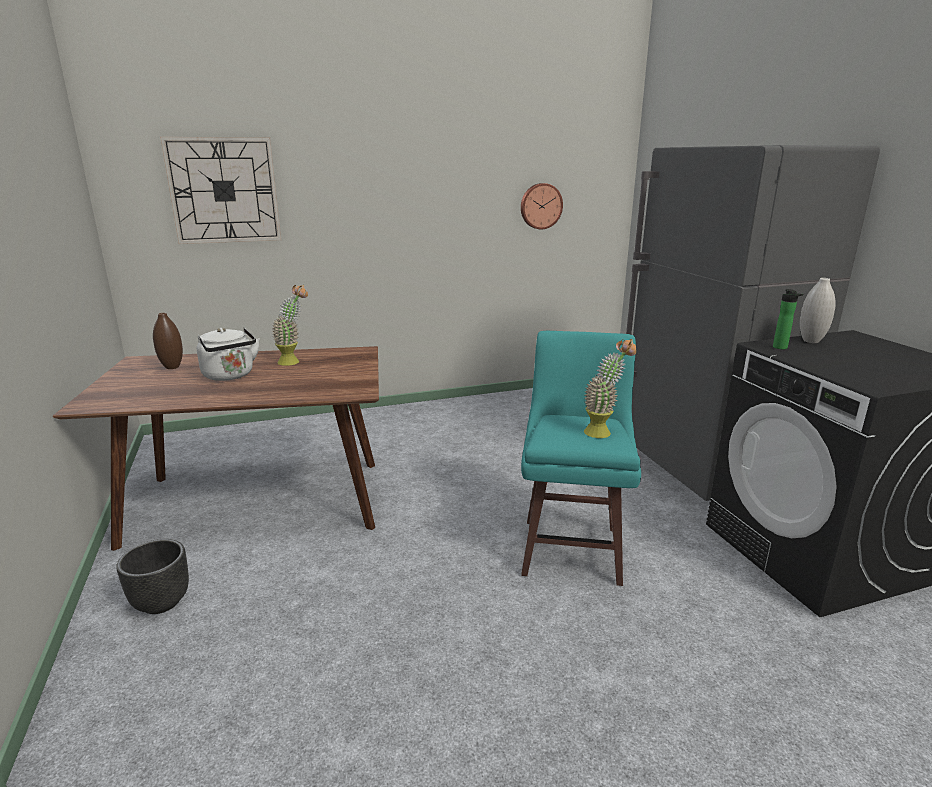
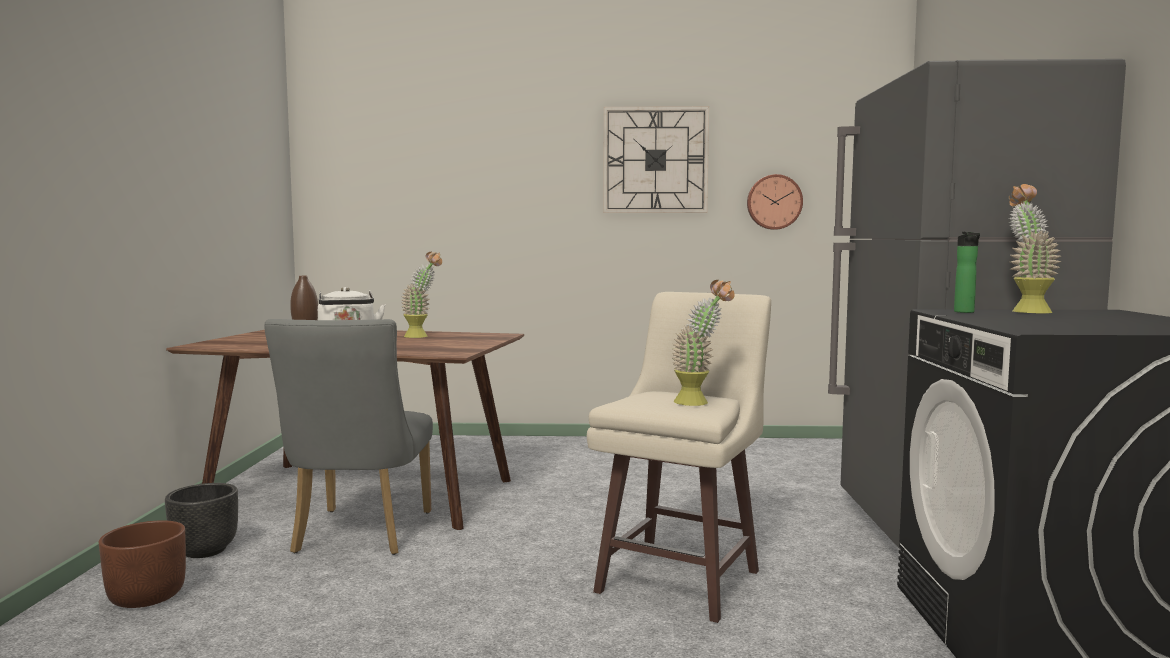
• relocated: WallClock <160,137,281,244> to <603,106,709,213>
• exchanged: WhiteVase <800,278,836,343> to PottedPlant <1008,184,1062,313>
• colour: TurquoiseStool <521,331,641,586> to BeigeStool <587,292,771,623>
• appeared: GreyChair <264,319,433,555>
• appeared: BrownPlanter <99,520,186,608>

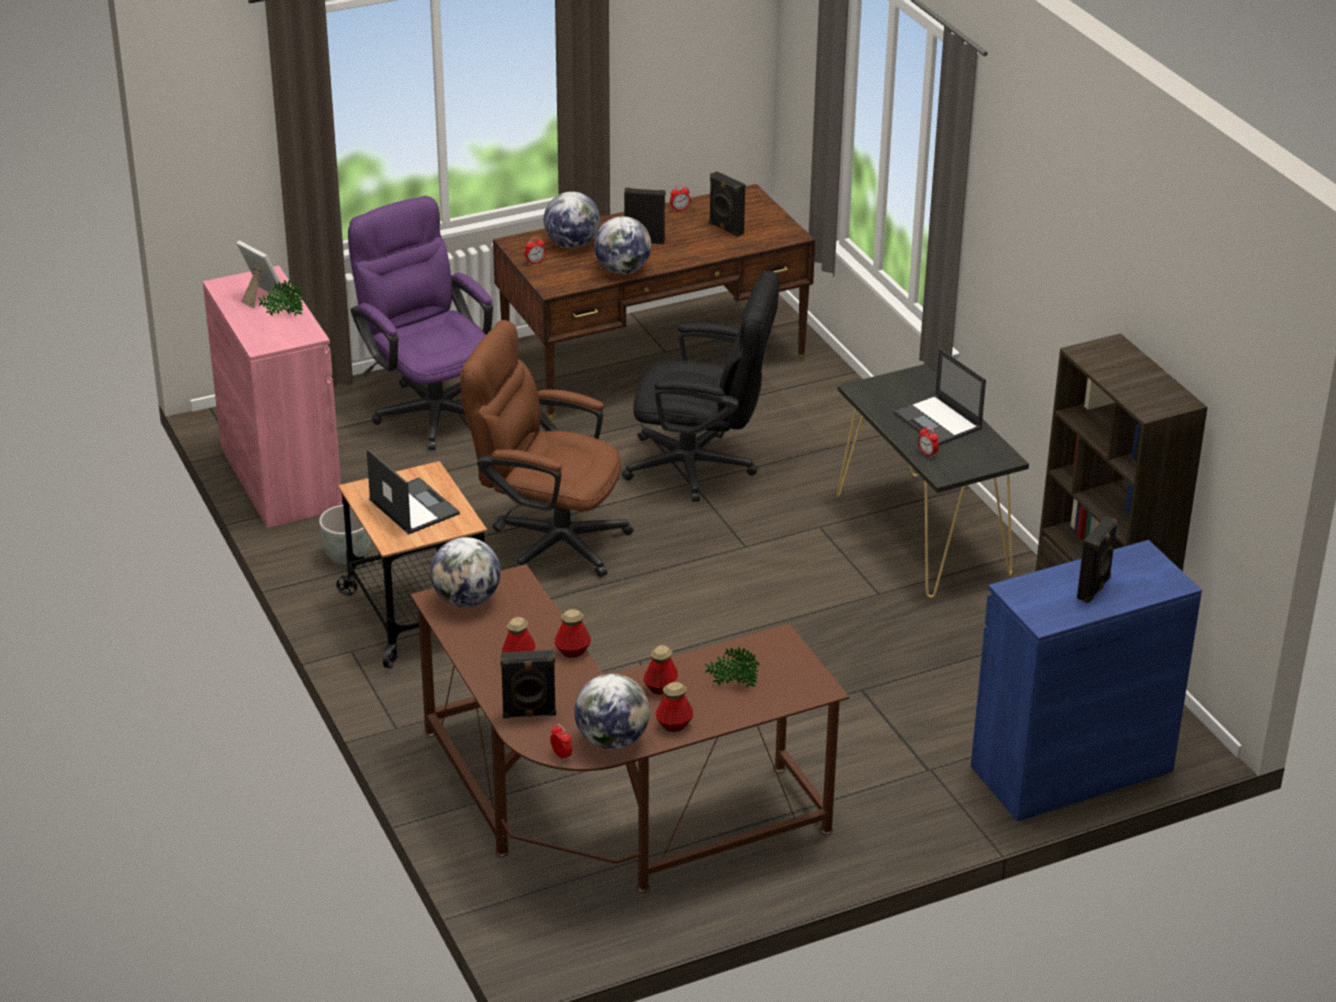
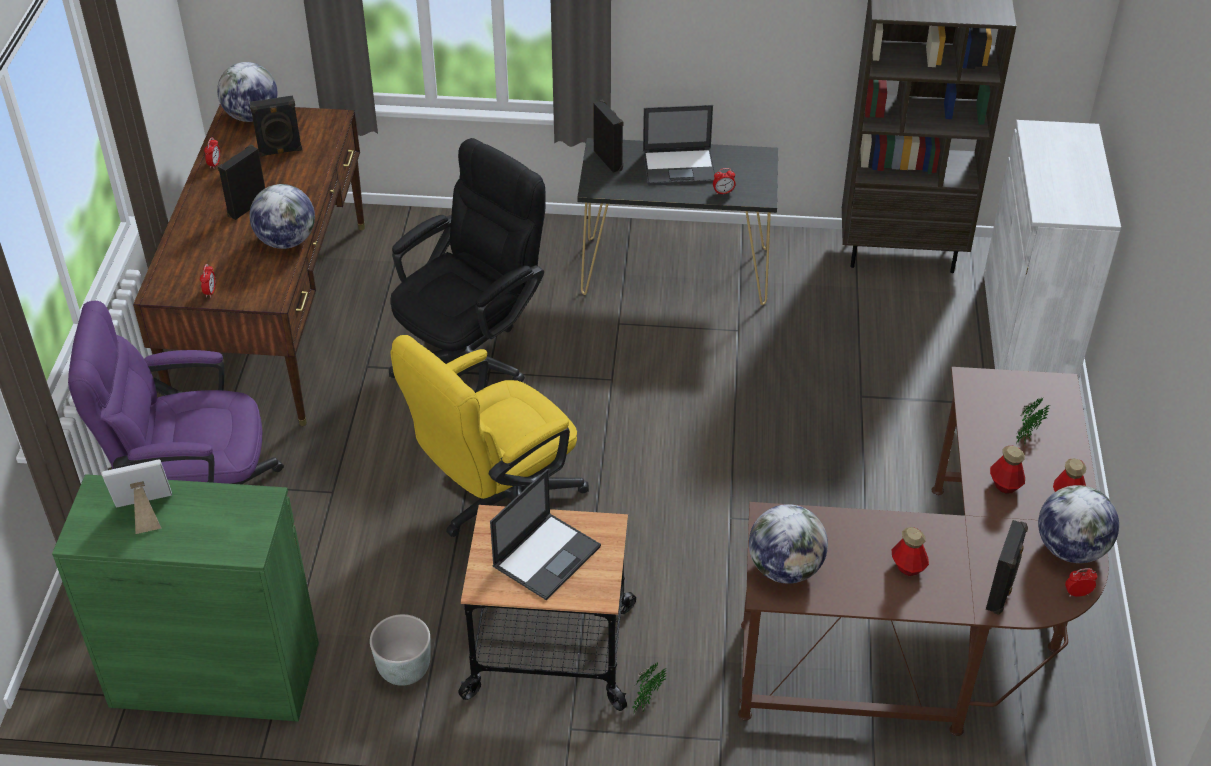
• relocated: Globe <544,191,600,248> to <217,62,277,122>
• colour: PinkCabinet <203,266,343,528> to GreenCabinet <52,474,319,722>
• relocated: PottedPlant <259,280,304,317> to <632,663,667,714>
• colour: BrownOfficeChair <460,320,633,577> to YellowOfficeChair <390,335,589,537>
• spun: Laptop <366,448,460,534> = <490,469,601,601> 135 degrees clockwise
• relocated: BlackSpeaker <1077,516,1118,603> to <593,100,624,173>
• colour: BlueCabinet <971,540,1202,822> to WhiteCabinet <984,120,1121,379>
• missing: Bottle <555,609,591,658>

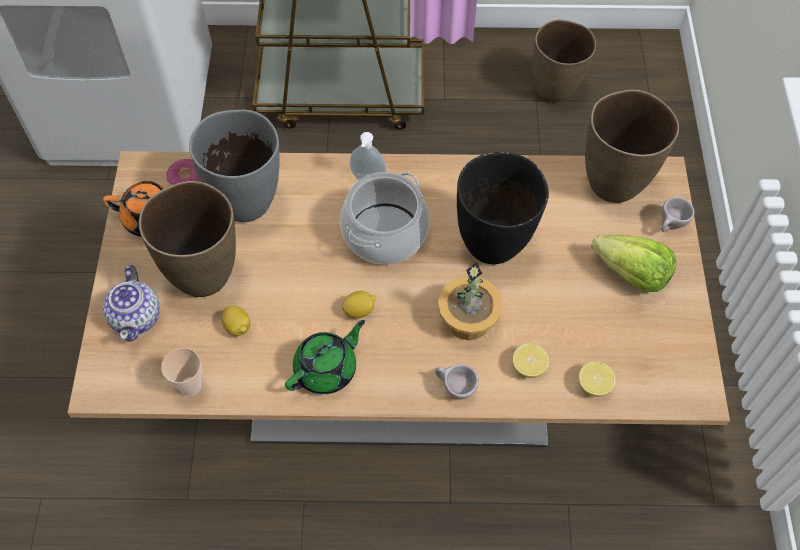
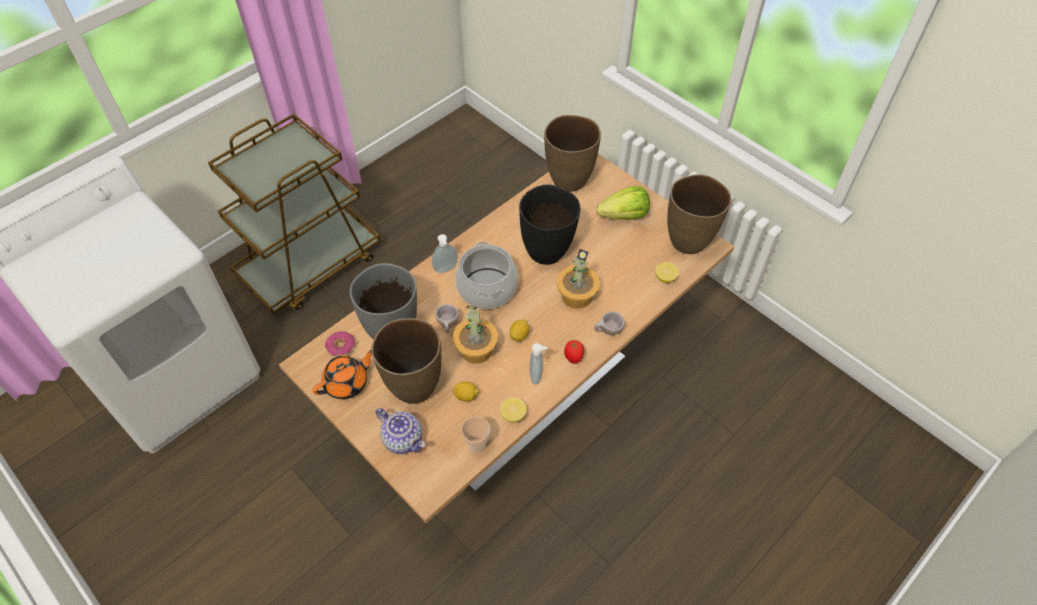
• relocated: BrownVase <533,19,596,102> to <667,174,732,254>
• relocated: BeigeCup <661,196,694,232> to <435,304,459,333>
• exchanged: GreenTeapot <285,320,365,394> to SoapDispenser <529,343,547,385>
• relocated: Lemon <513,343,549,378> to <500,398,526,422>
• appeared: PottedPlant <453,306,498,364>
• appeared: Tomato <564,340,584,364>

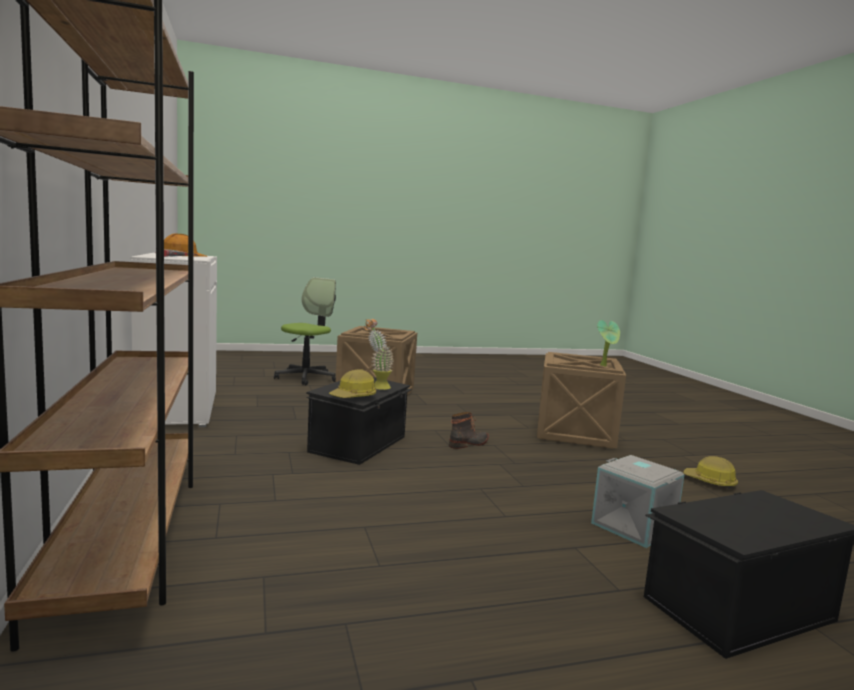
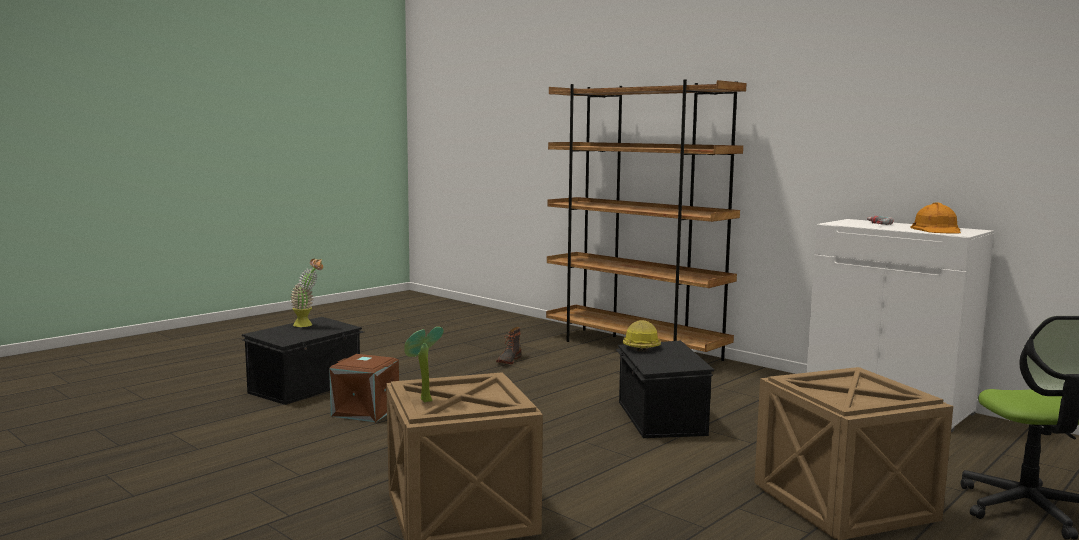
• relocated: PottedPlant <364,319,394,390> to <291,259,323,327>
• relocated: Boot <449,412,489,449> to <496,327,521,364>
• colour: GreyStorageBox <591,455,684,548> to BrownStorageBox <329,354,399,422>
• missing: HardHat <684,456,738,489>

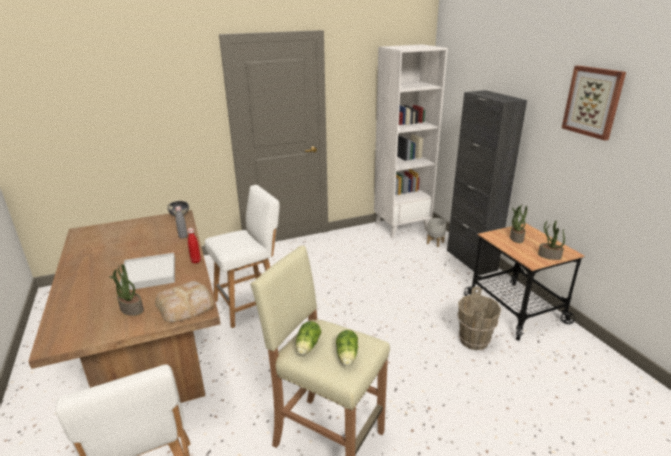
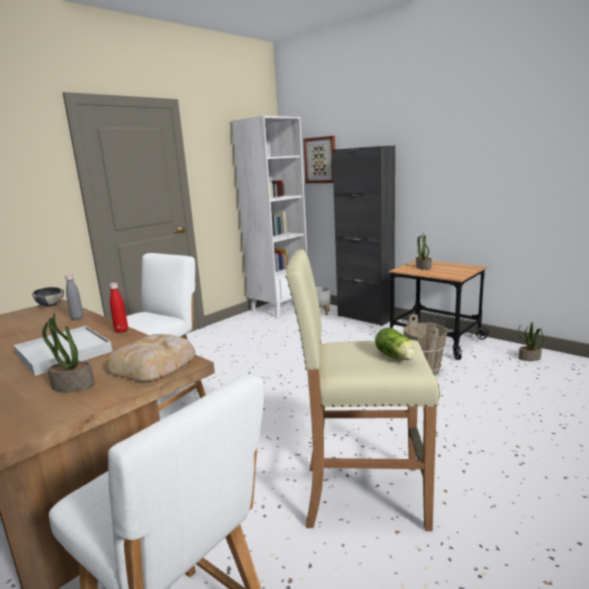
• relocated: Picture <562,65,626,141> to <303,136,335,183>
• relocated: PottedPlant <538,220,565,260> to <518,322,545,361>
• missing: Lettuce <296,321,321,355>

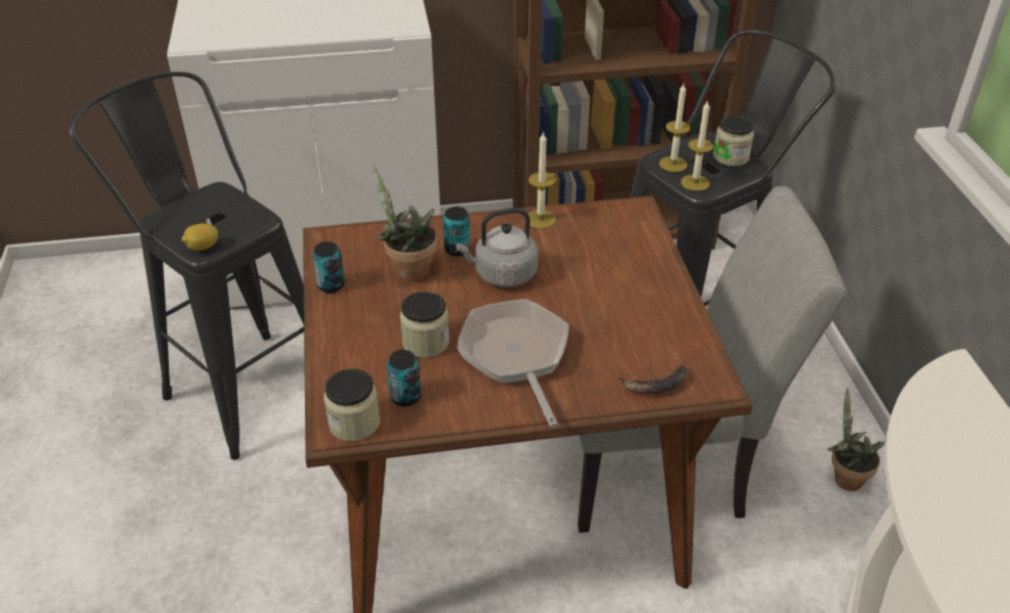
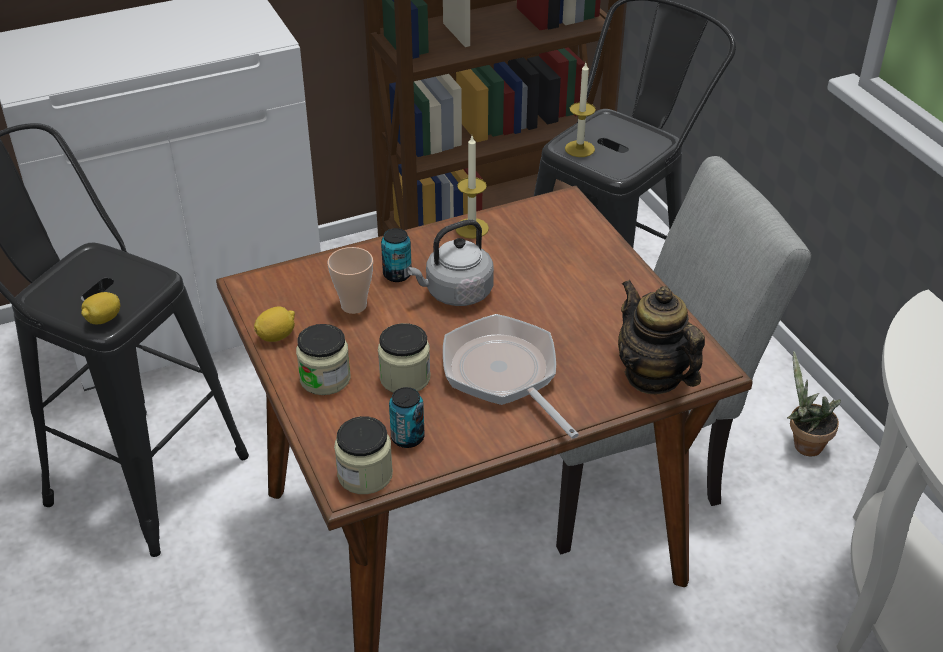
• missing: Candle <681,100,714,191>
• relocated: Jar <713,116,754,166> to <296,324,351,395>
• exchanged: PottedPlant <373,164,437,282> to Cup <328,247,373,314>
• exchanged: Can <312,242,345,293> to Lemon <254,306,295,342>
• exchanged: Banana <616,364,688,394> to Teapot <618,280,705,394>

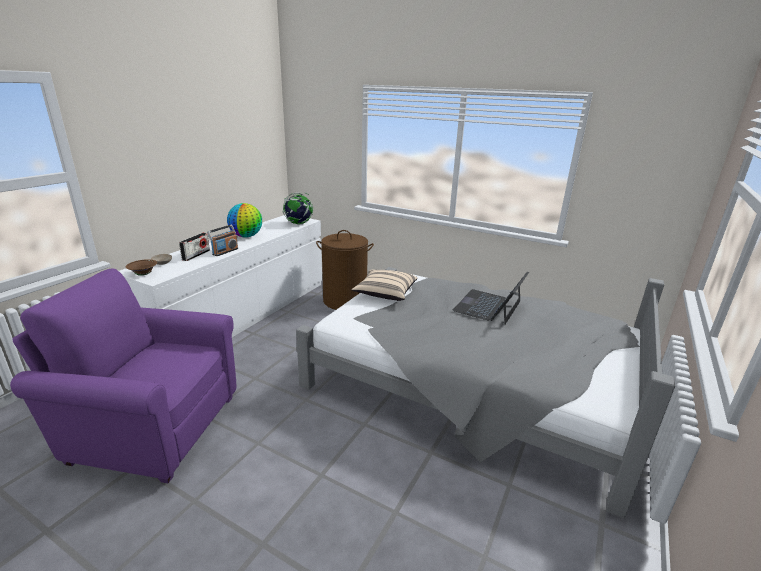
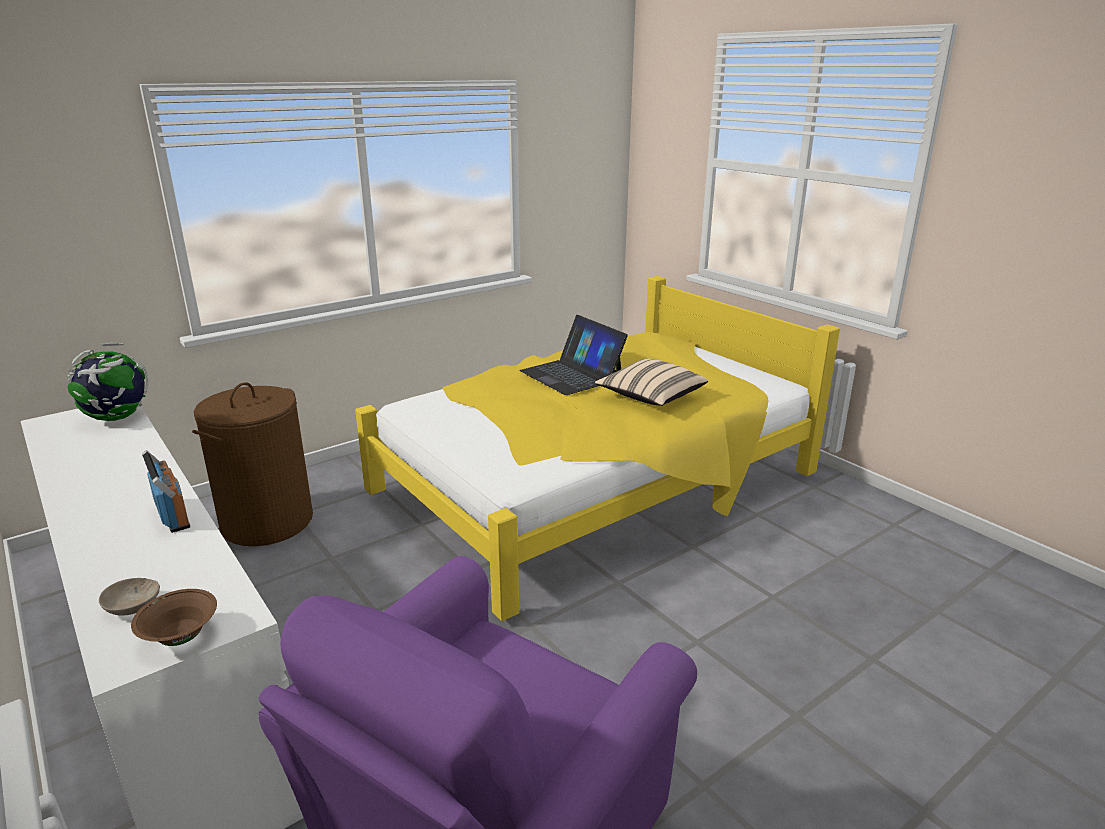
• missing: Globe <227,203,262,238>
• missing: Radio <179,233,210,261>
• colour: GreyBed <296,267,675,518> to YellowBed <355,276,840,621>
• relocated: BeigePillow <351,270,418,301> to <595,359,708,406>

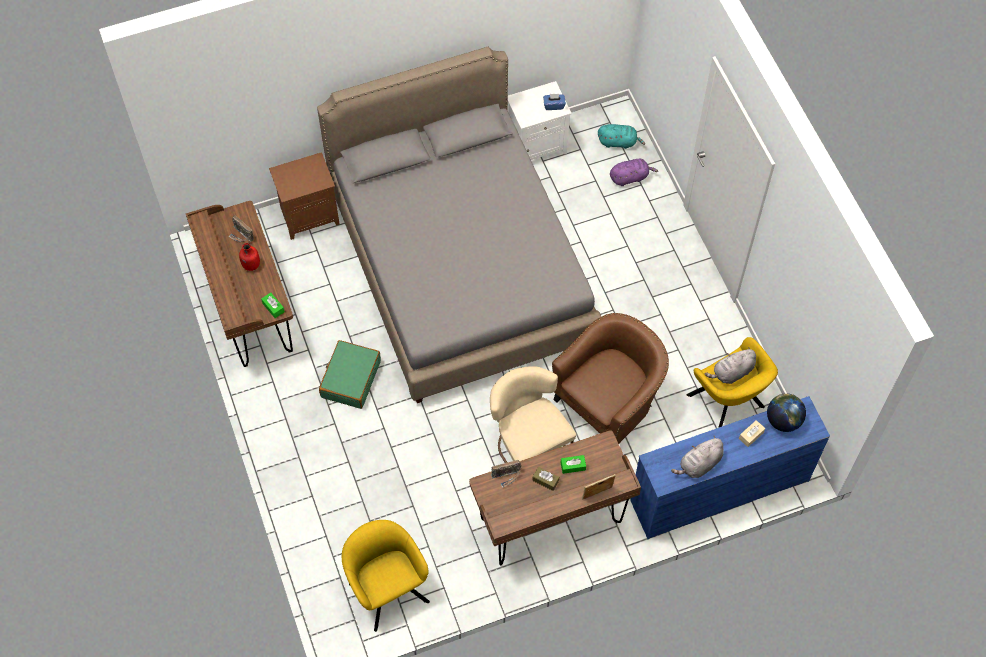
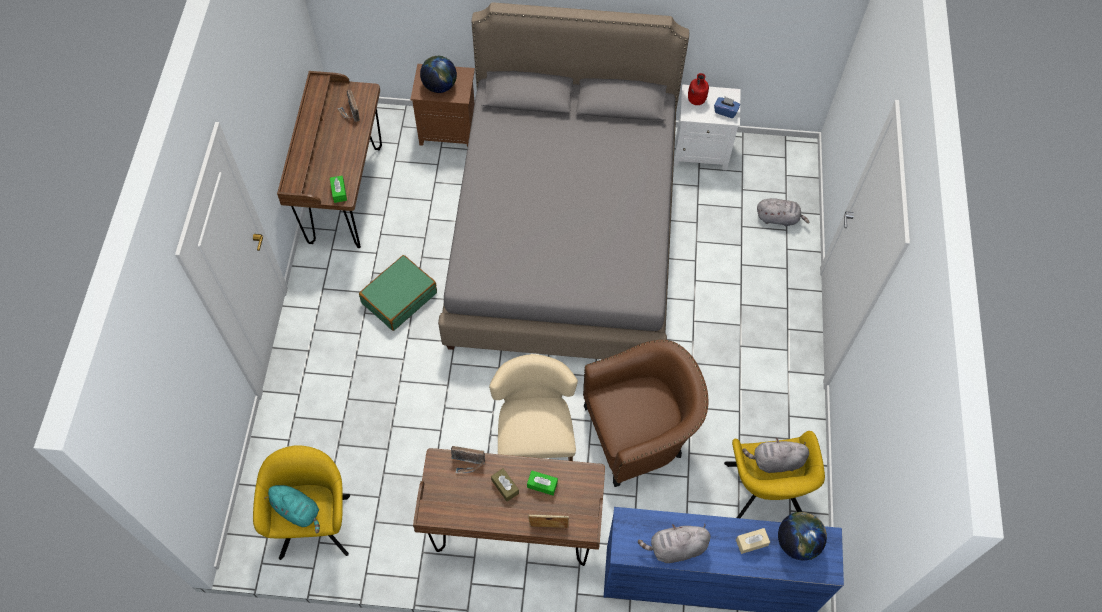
• relocated: TurquoisePlushToy <598,124,645,149> to <264,485,320,533>
• colour: PurplePlushToy <610,159,658,186> to GreyPlushToy <757,198,810,226>
• relocated: RedBottle <239,243,260,271> to <688,73,709,105>
• appeared: Globe <420,55,457,93>

